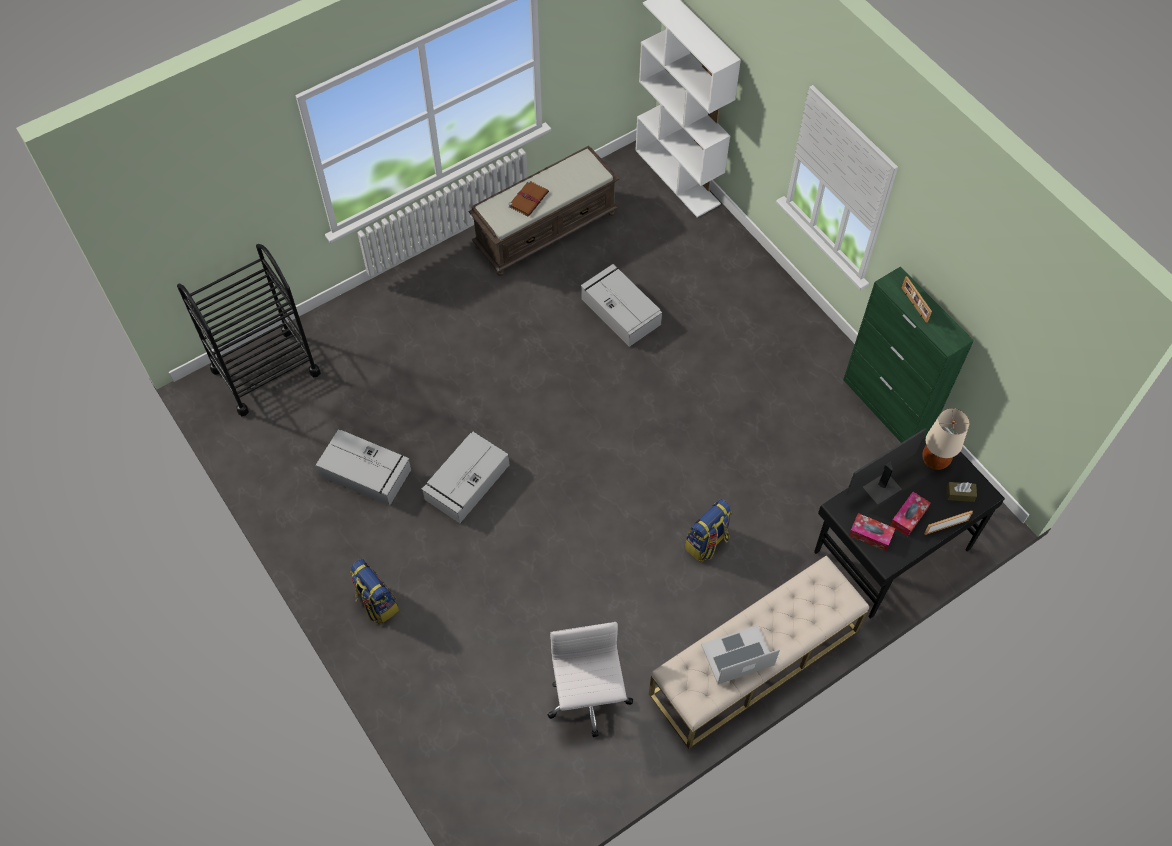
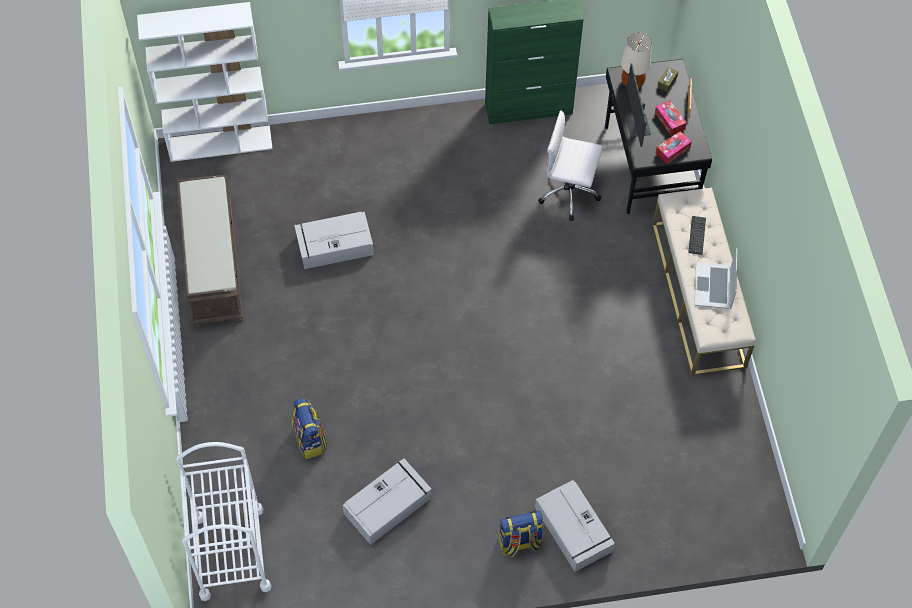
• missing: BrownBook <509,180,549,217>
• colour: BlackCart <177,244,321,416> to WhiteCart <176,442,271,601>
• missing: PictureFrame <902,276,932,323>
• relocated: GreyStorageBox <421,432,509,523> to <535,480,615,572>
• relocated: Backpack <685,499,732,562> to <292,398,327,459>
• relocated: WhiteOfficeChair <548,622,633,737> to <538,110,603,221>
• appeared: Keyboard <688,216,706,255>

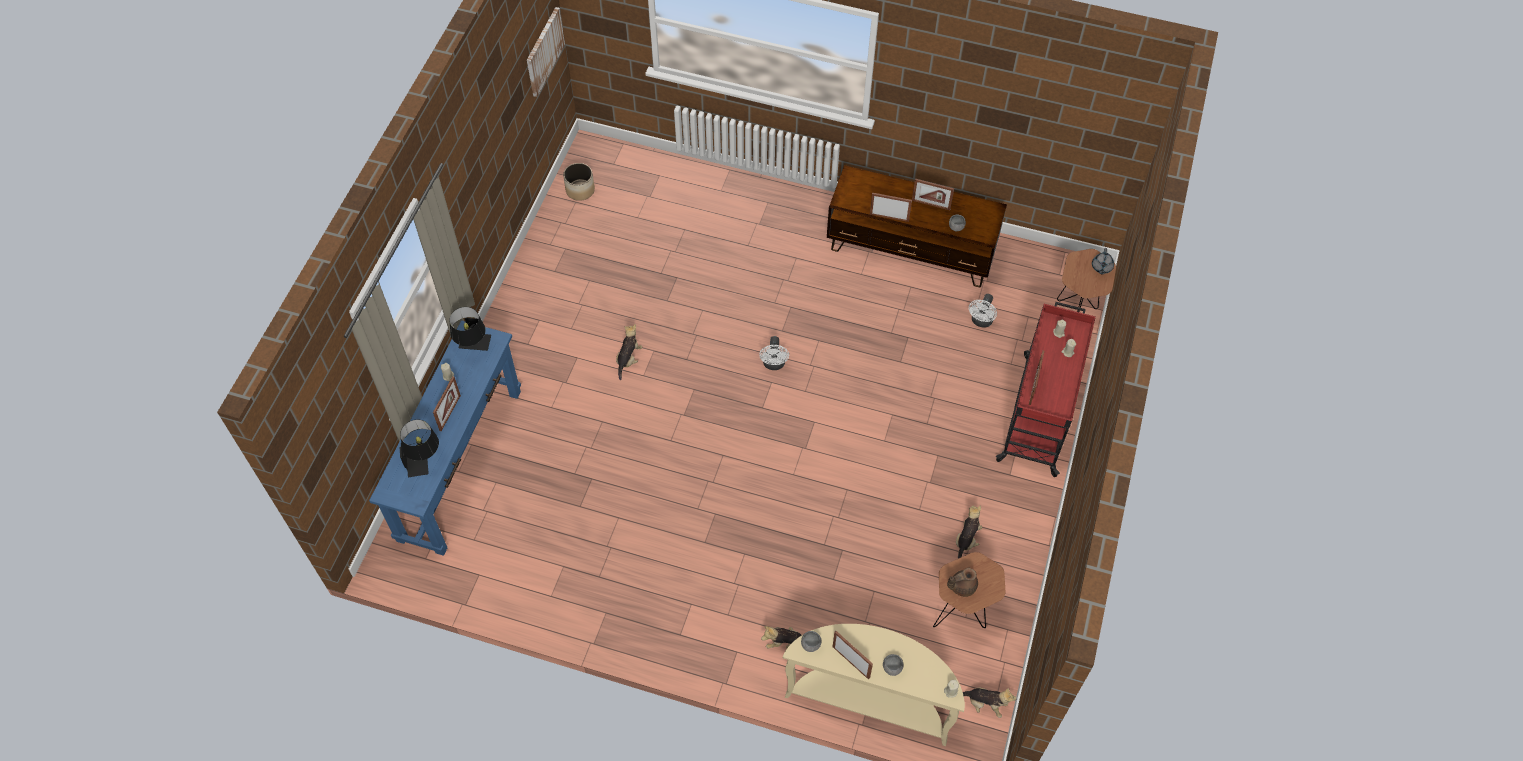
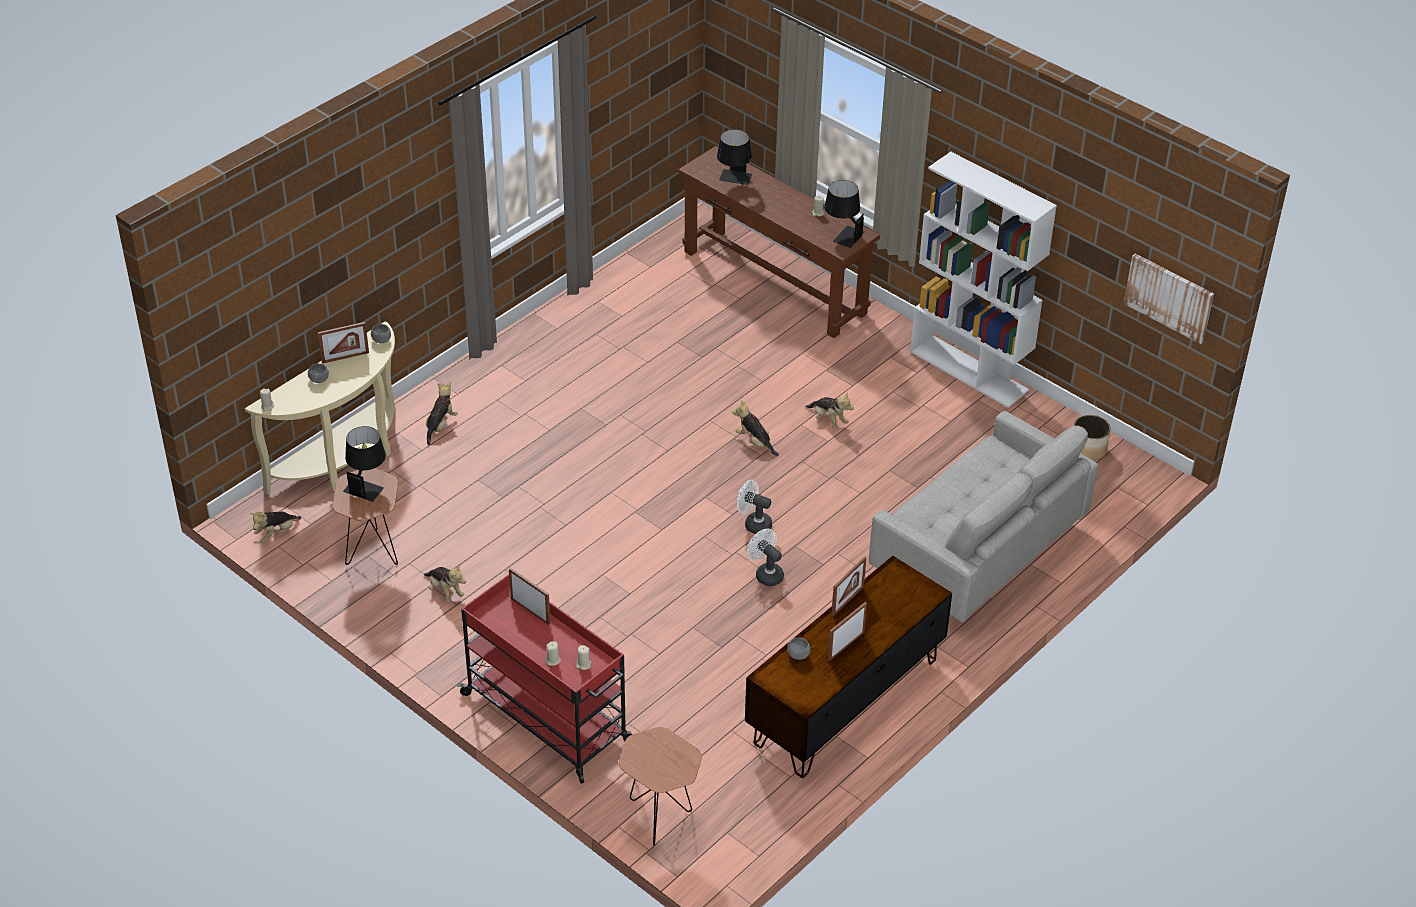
• missing: GreyTeapot <1092,248,1114,275>
• relocated: WhiteFan <969,294,997,328> to <747,529,784,586>
• colour: BlueConsoleTable <369,321,521,556> to BrownConsoleTable <679,146,880,338>
• missing: PictureFrame <433,376,461,431>
• exchanged: BrownTeapot <947,568,978,597> to BlackTableLamp <343,426,386,502>
• appeared: WhiteBookcase <910,152,1057,408>
• appeared: PlushToy <732,400,779,456>
• appeared: GreySofa <869,411,1098,622>

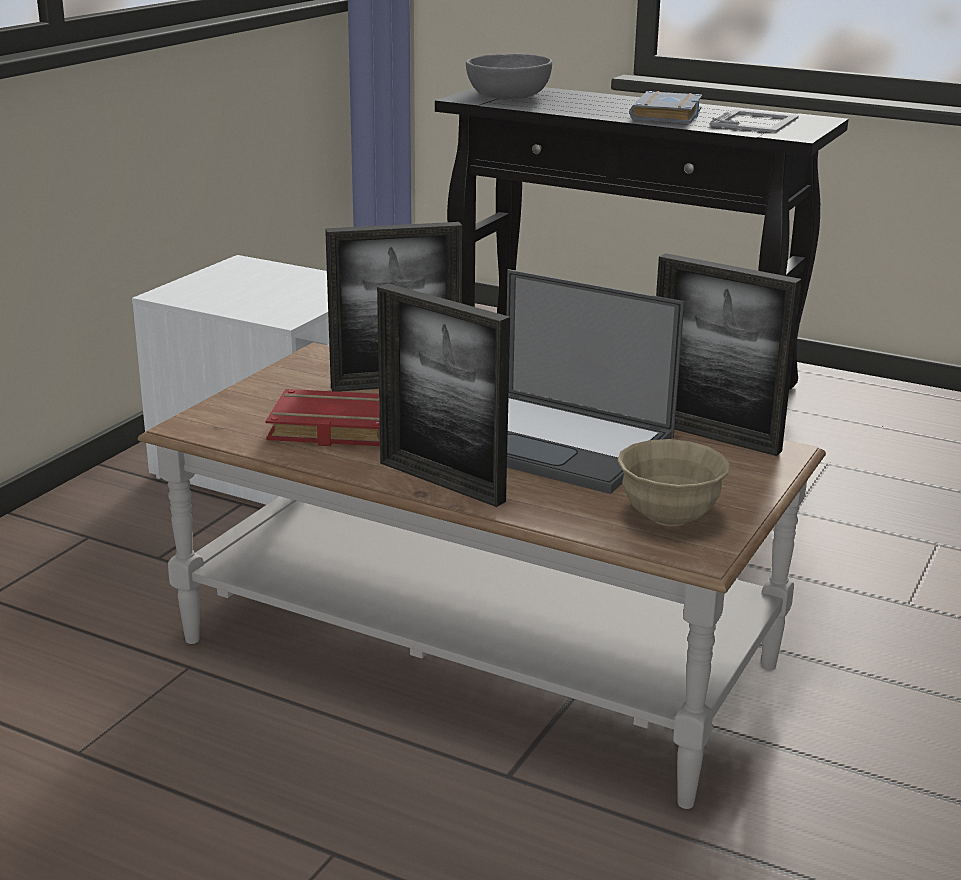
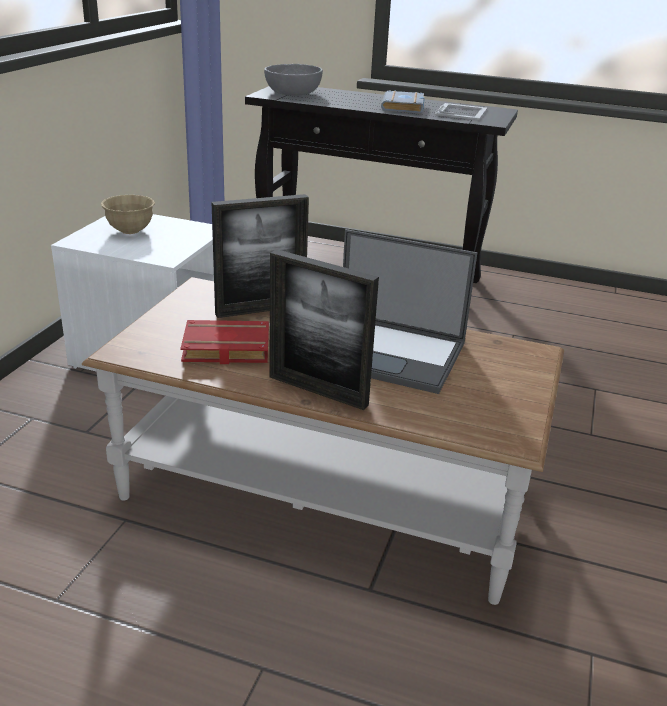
• missing: PictureFrame <656,253,802,456>
• relocated: BeigeBowl <618,439,730,526> to <101,195,155,234>

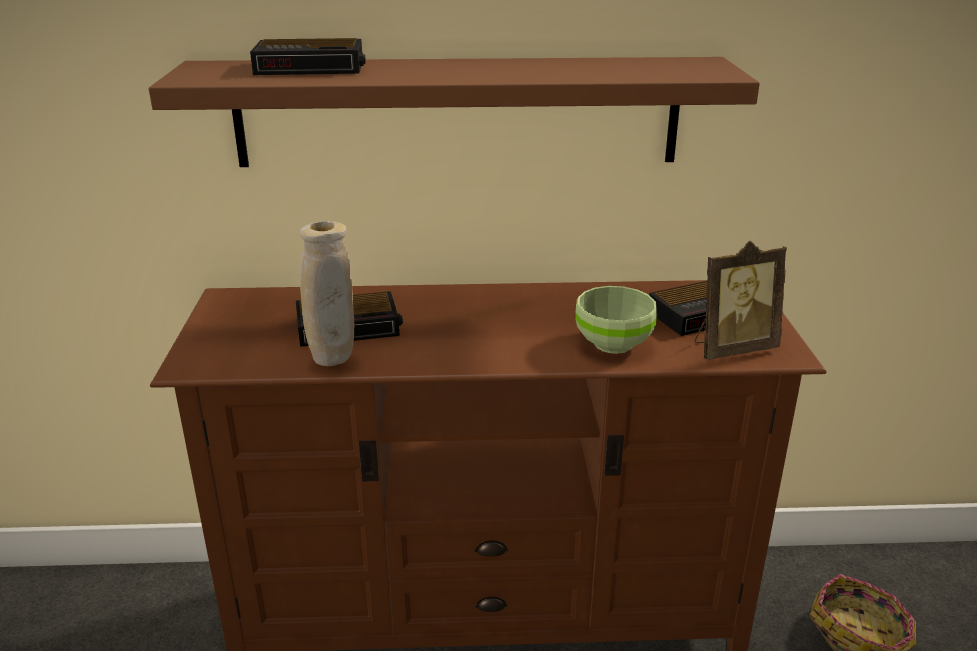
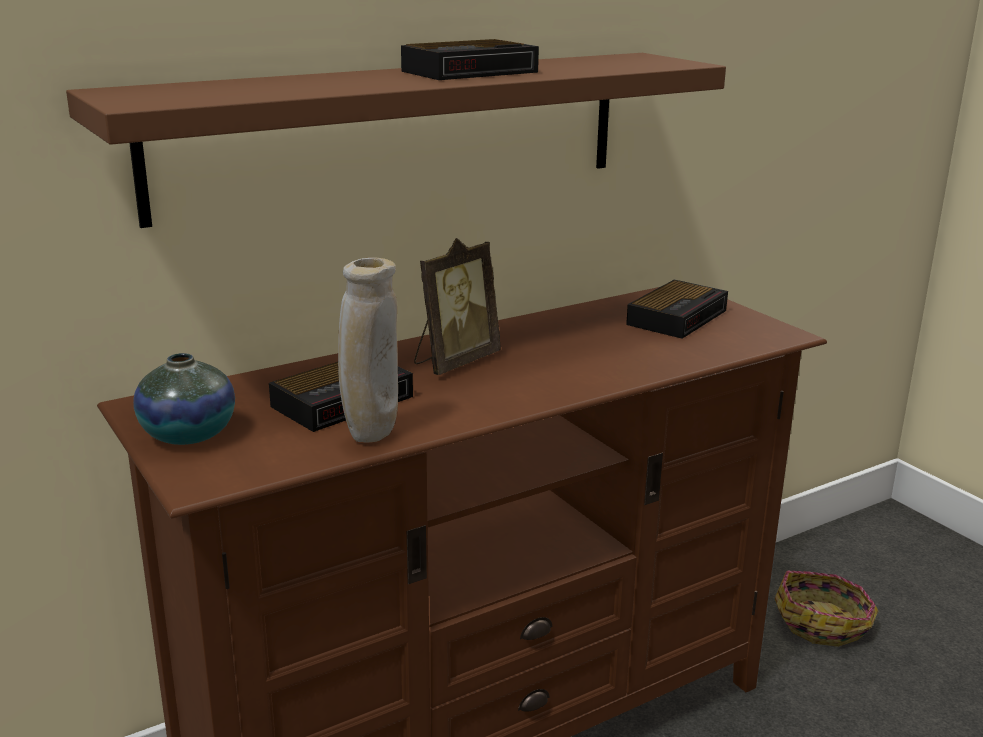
• relocated: AlarmClock <250,38,366,75> to <401,39,539,80>
• relocated: PictureFrame <694,241,787,360> to <414,238,501,375>
• missing: GreenBowl <575,286,657,354>
• appeared: Vase <133,353,235,445>

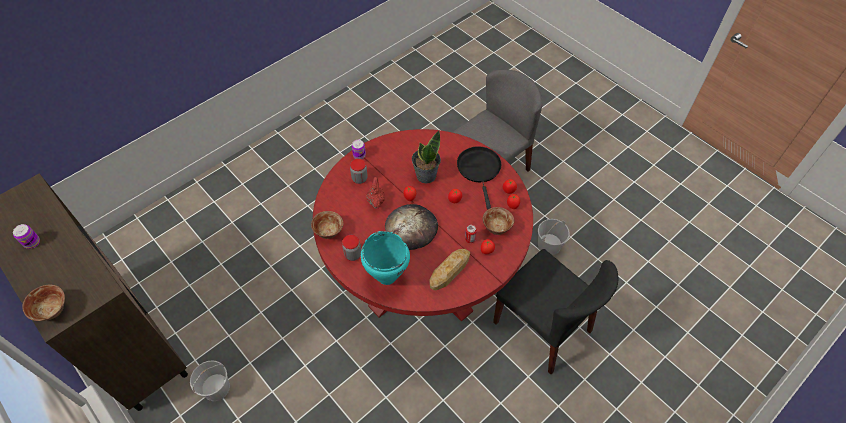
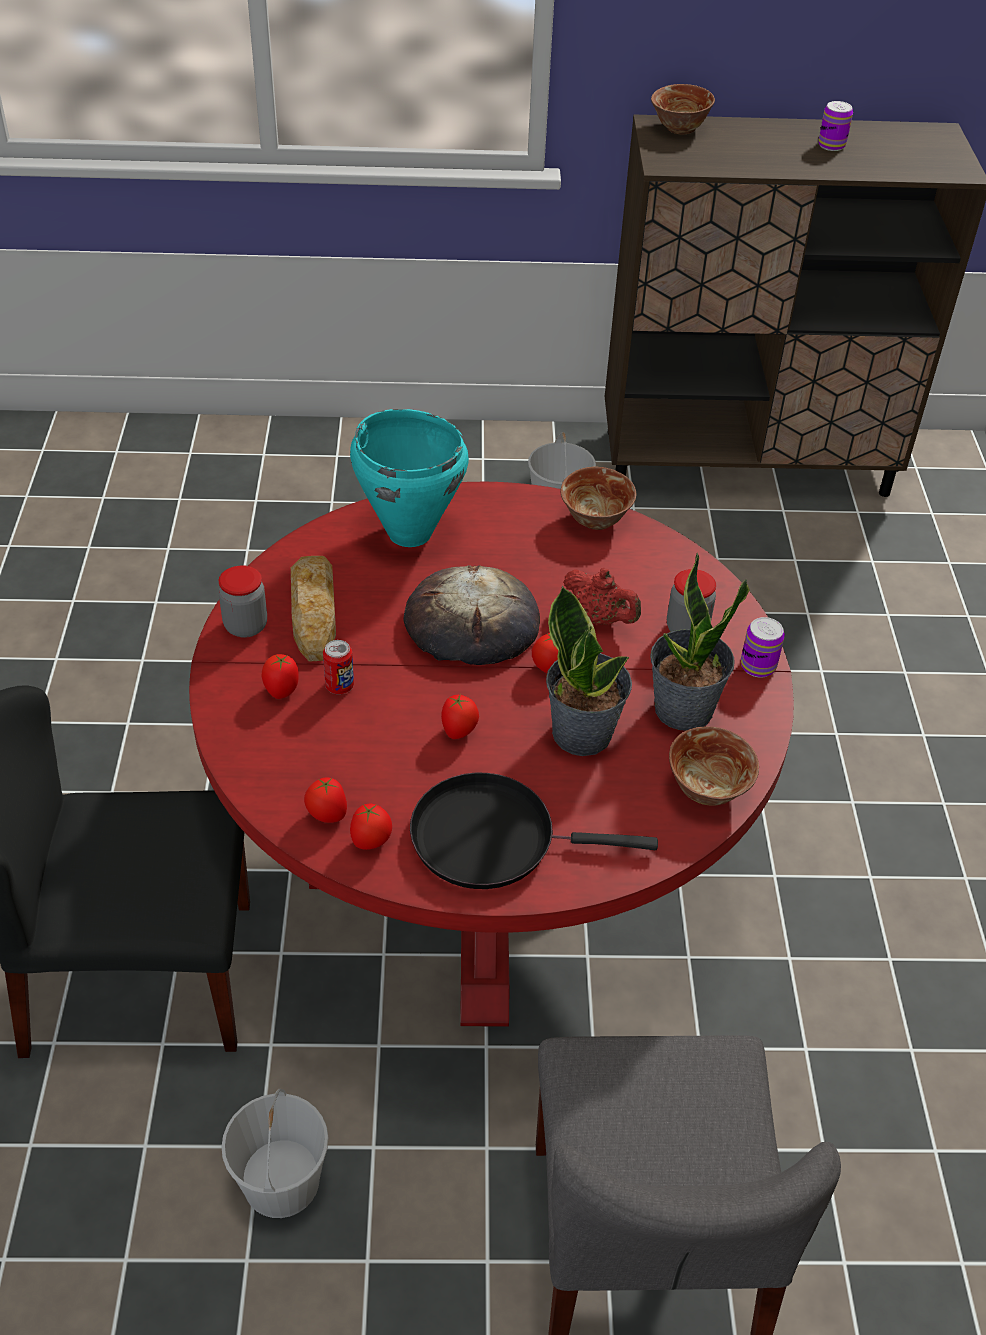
• spun: BlackFryingPan <457,146,501,210> = <410,773,658,889> 150 degrees clockwise
• relocated: Bowl <483,207,514,235> to <669,726,759,806>
• relocated: Jar <342,235,361,261> to <218,565,267,638>
• appeared: PottedPlant <650,553,750,731>

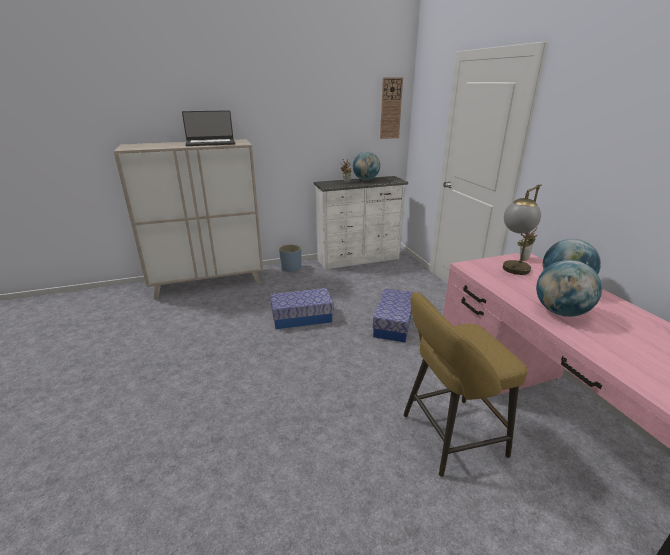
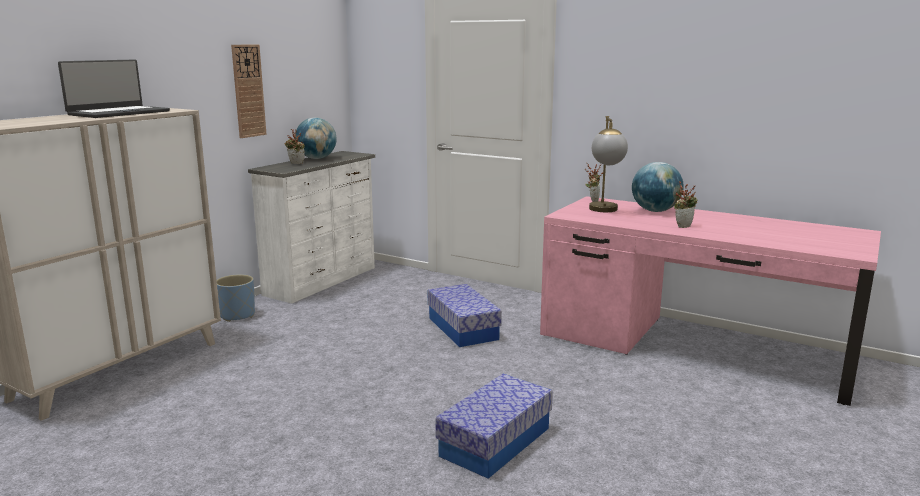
• relocated: WallClock <380,77,403,139> to <231,45,267,138>
• exchanged: Globe <536,260,602,317> to PottedPlant <674,181,697,228>
• relocated: StorageBox <270,288,334,329> to <435,374,553,479>
• missing: YellowStool <404,292,527,477>

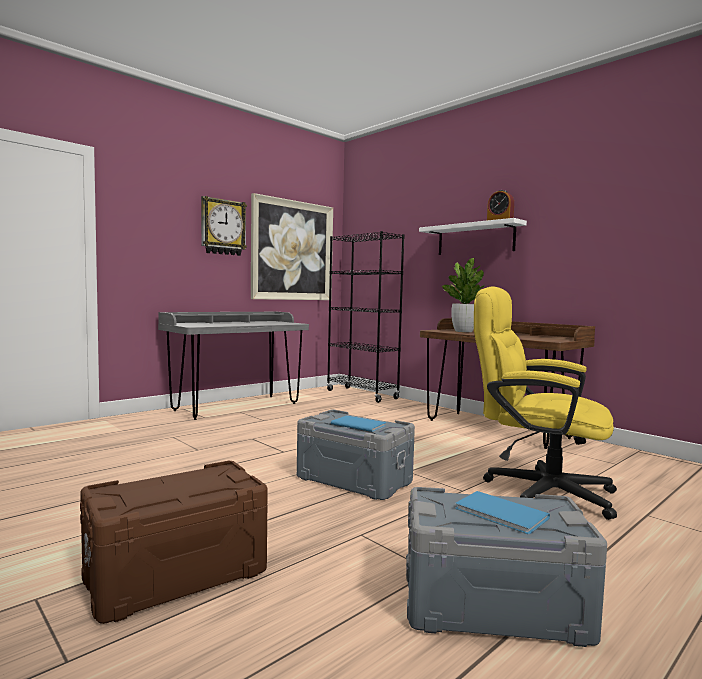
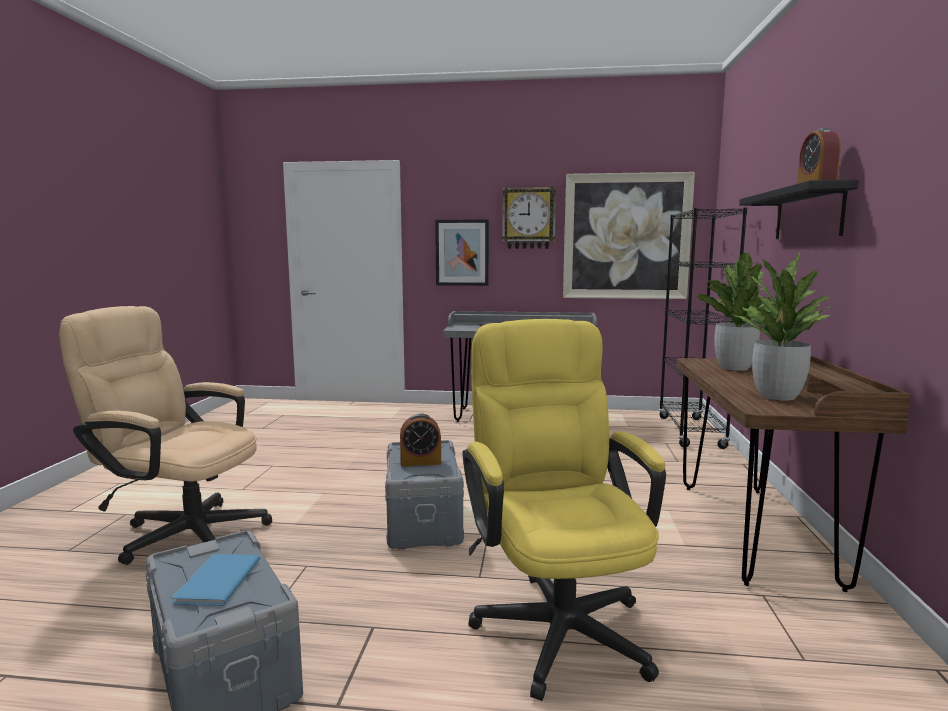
• colour: WhiteShelf <419,218,527,255> to BlackShelf <739,180,859,239>
• exchanged: BlueBook <331,416,386,432> to AlarmClock <400,413,441,467>
• exchanged: BrownStorageBox <80,461,268,624> to BeigeOfficeChair <59,306,272,565>
• appeared: Picture <435,219,489,286>
• appeared: PottedPlant <733,252,830,401>

